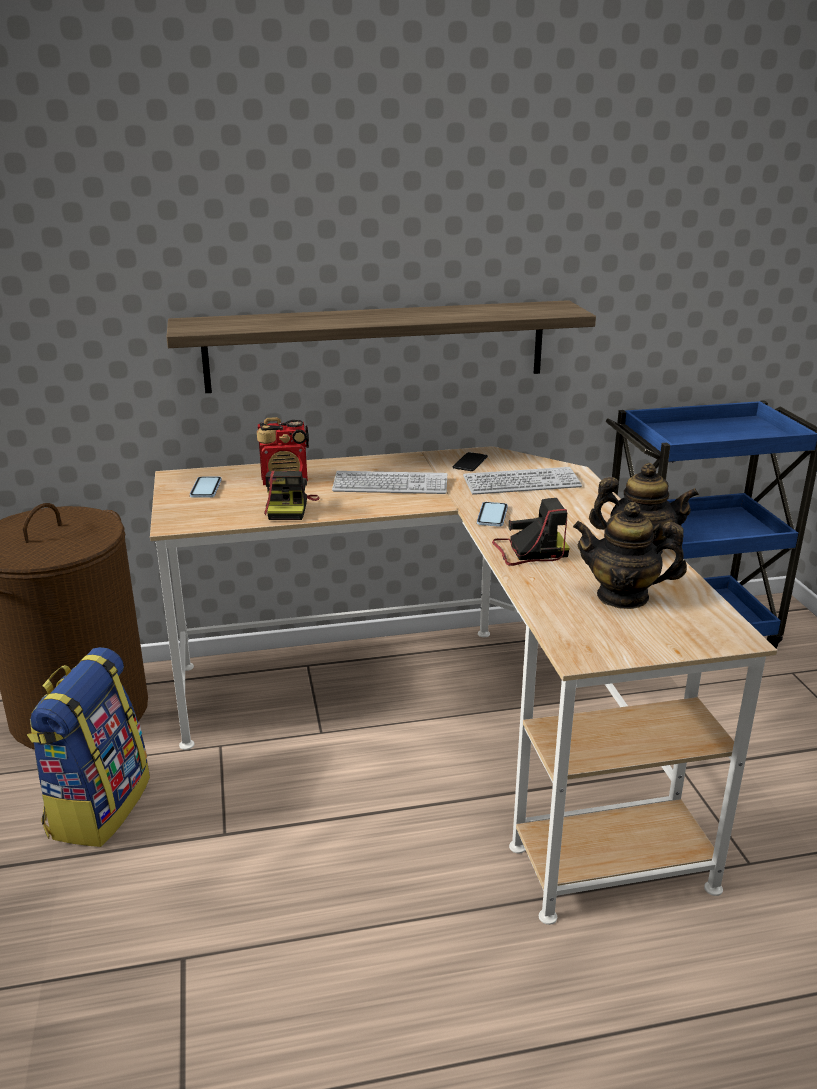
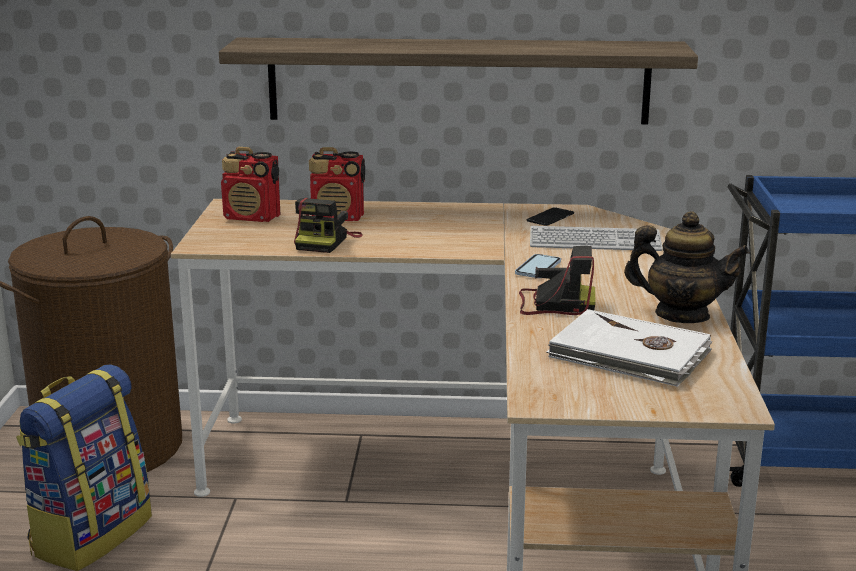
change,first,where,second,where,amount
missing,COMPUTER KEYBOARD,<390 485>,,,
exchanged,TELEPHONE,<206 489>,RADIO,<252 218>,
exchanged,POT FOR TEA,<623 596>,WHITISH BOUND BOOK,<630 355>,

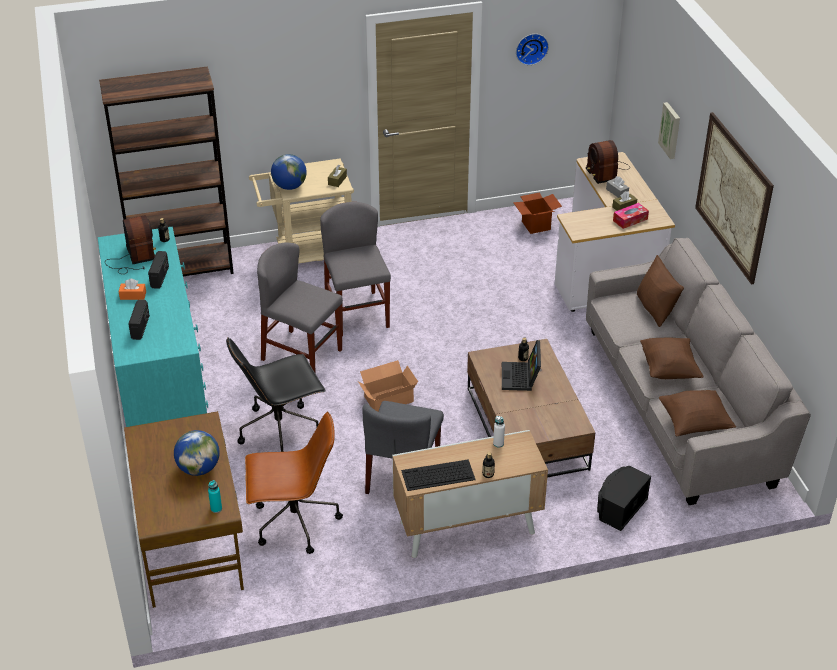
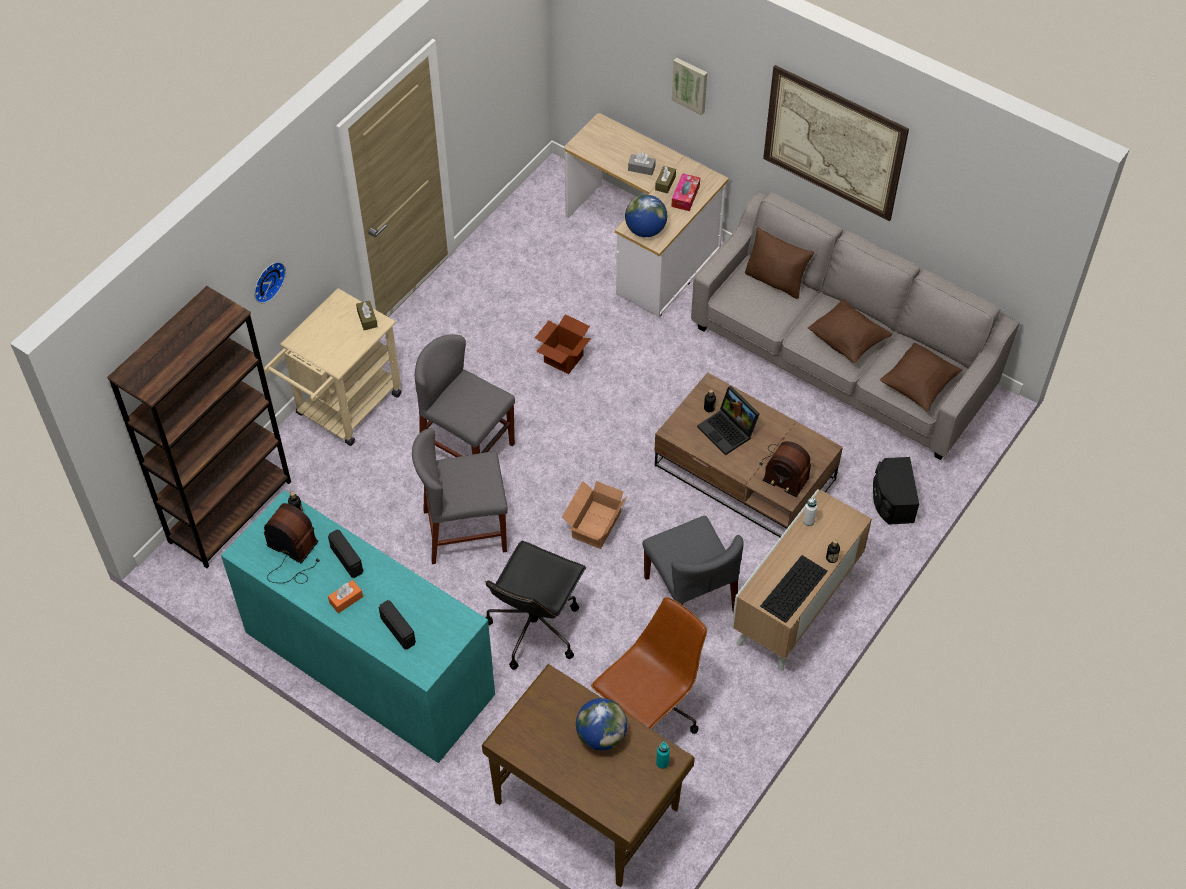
change,first,where,second,where,amount
relocated,WORLD GLOBE,<289 186>,,<645 230>,
relocated,PACKING BOX,<536 225>,,<564 358>,
relocated,HANGING CLOCK,<531 48>,,<267 280>,
relocated,RADIO,<605 171>,,<784 470>,

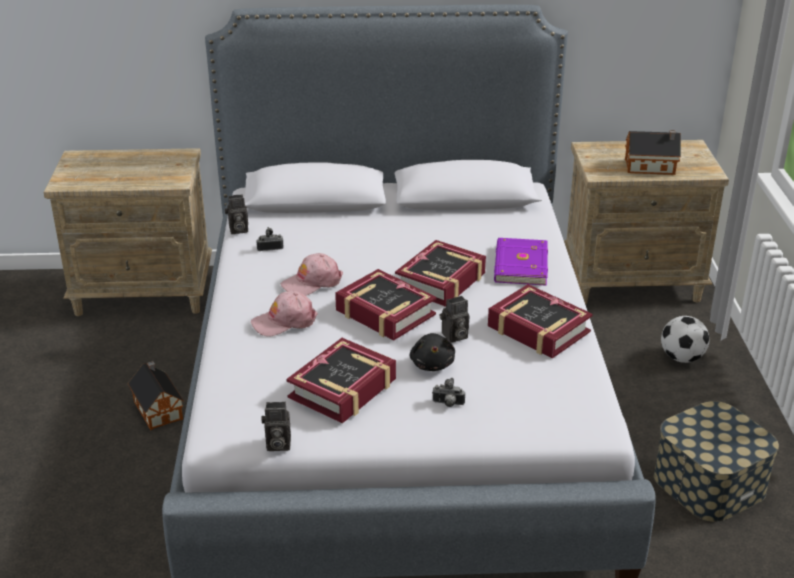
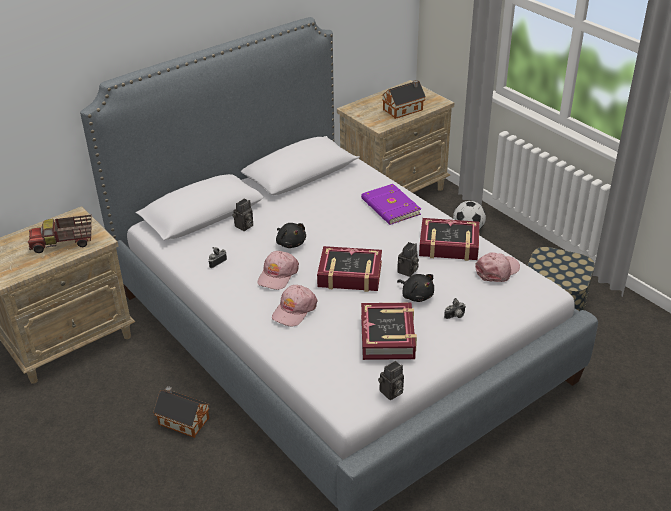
change,first,where,second,where,amount
missing,BOUND BOOK,<441 281>,,,
appeared,,,TOY TRUCK,<63 243>,
appeared,,,BLACK-COLOURED SOFT TOY,<290 243>,
appeared,,,PINK-COLOURED BASEBALL CAP,<497 270>,
relocated,STILL CAMERA,<237 230>,,<244 226>,

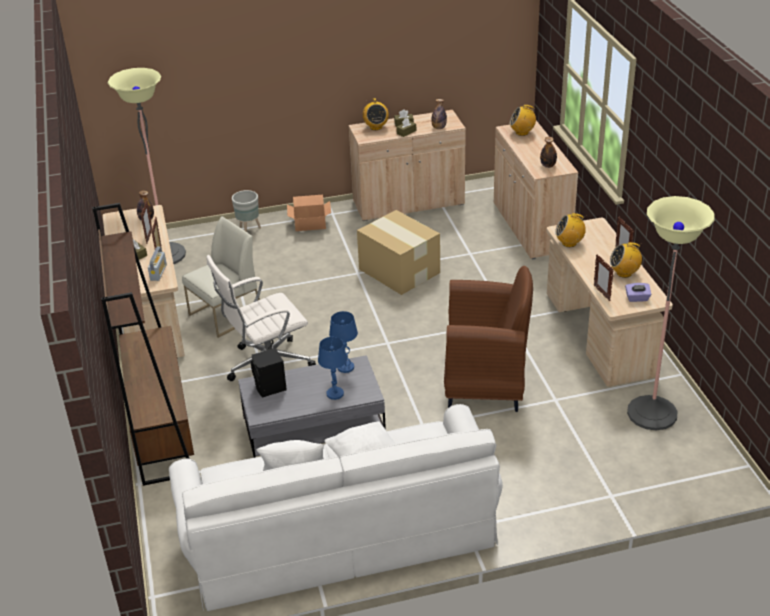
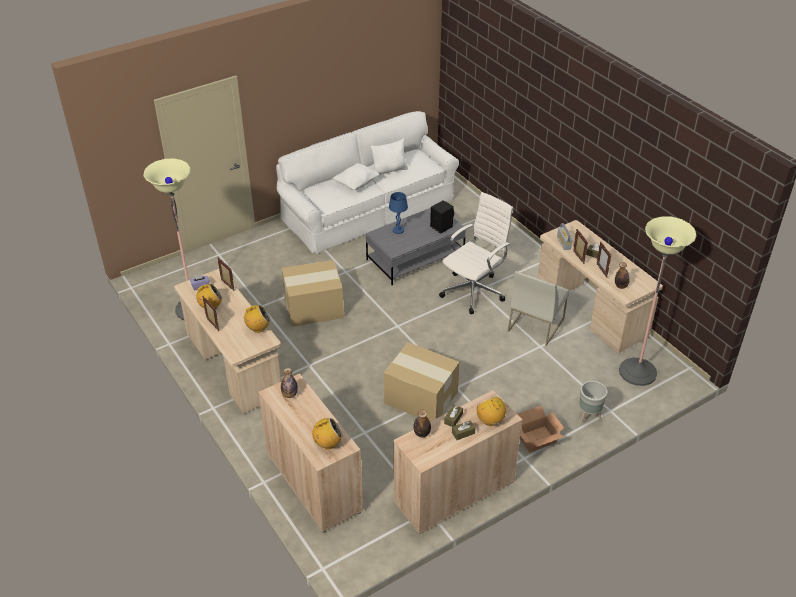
change,first,where,second,where,amount
missing,BROWN SHELVING UNIT,<161 427>,,,
missing,BLUE LAMP FOR A TABLE,<345 367>,,,
exchanged,BROWN LOUNGE CHAIR,<485 385>,PACKING BOX,<313 307>,

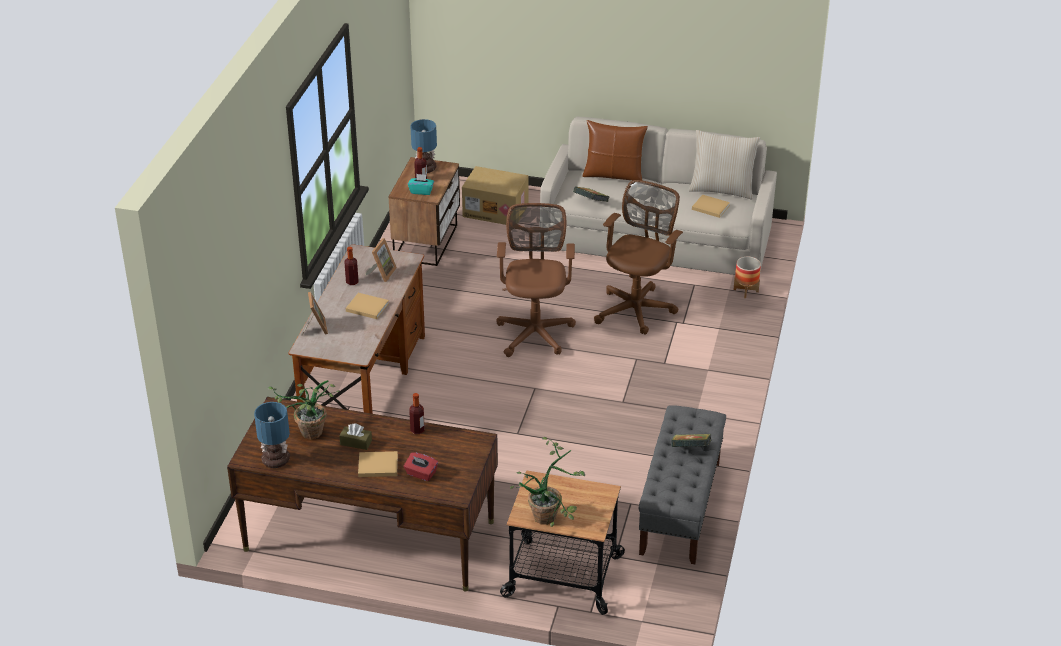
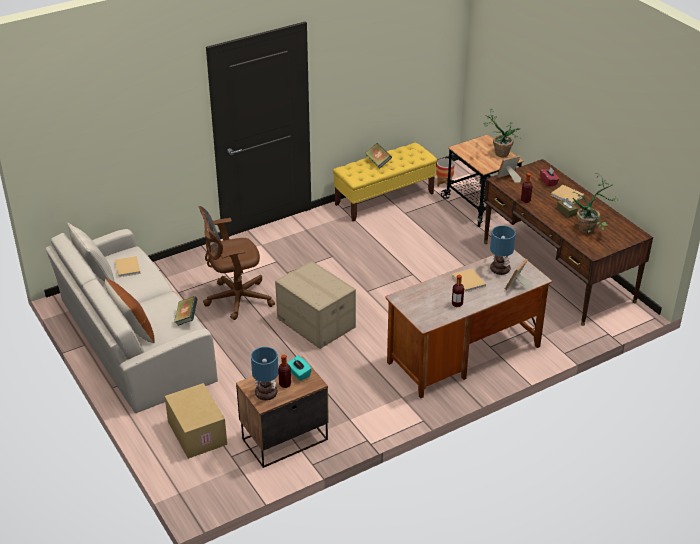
change,first,where,second,where,amount
relocated,LAMP FOR A TABLE,<277 460>,,<499 269>,
relocated,PICTURE FRAME,<382 273>,,<508 178>,
relocated,PLANT POT,<745 291>,,<444 183>,
exchanged,BROWN COMPUTER CHAIR,<535 331>,PACKING BOX,<315 323>,
colour,GREYISH LONG SEAT,<680 508>,YELLOWISH LONG SEAT,<384 199>,

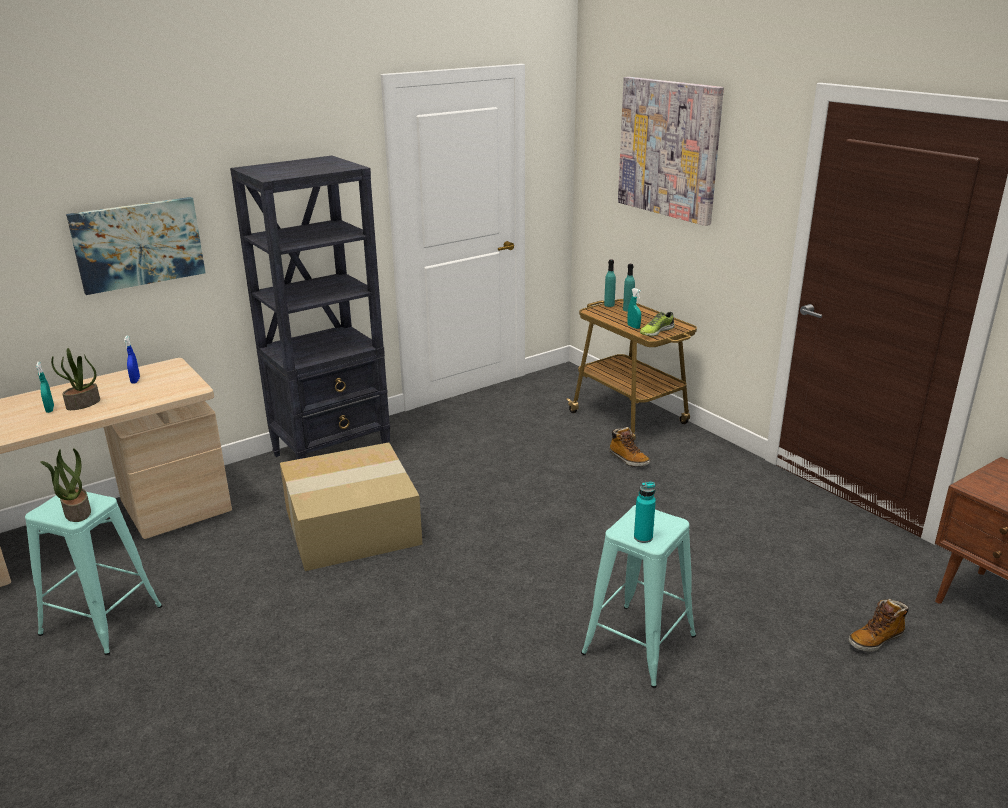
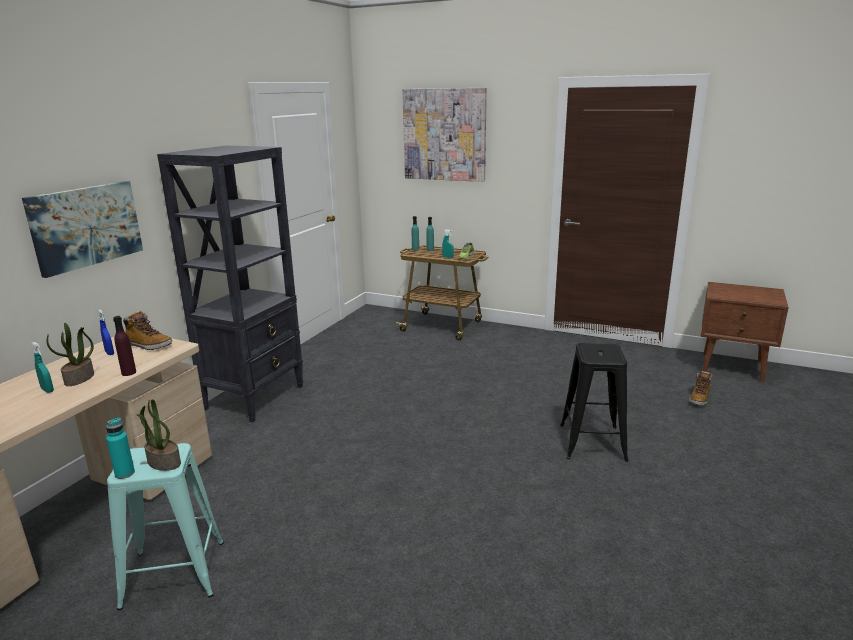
change,first,where,second,where,amount
missing,PACKING BOX,<353 525>,,,
appeared,,,PURPLE BEVERAGE BOTTLE,<129 373>,
relocated,HIGH-TOP BOOT,<628 459>,,<148 345>,
relocated,BLUE-GREEN BEVERAGE BOTTLE,<643 537>,,<125 473>,
colour,BLUE-GREEN STOOL,<639 644>,BLACK-COLOURED STOOL,<592 442>,

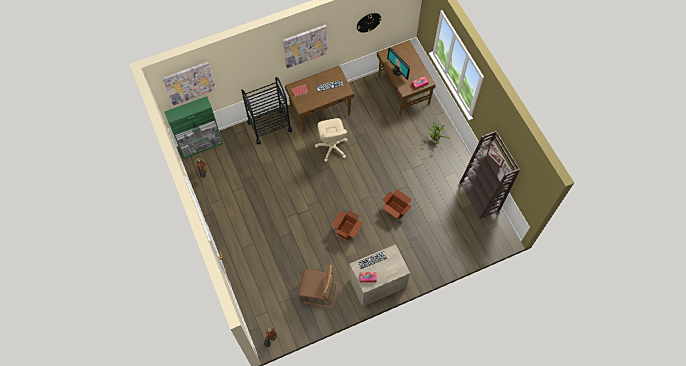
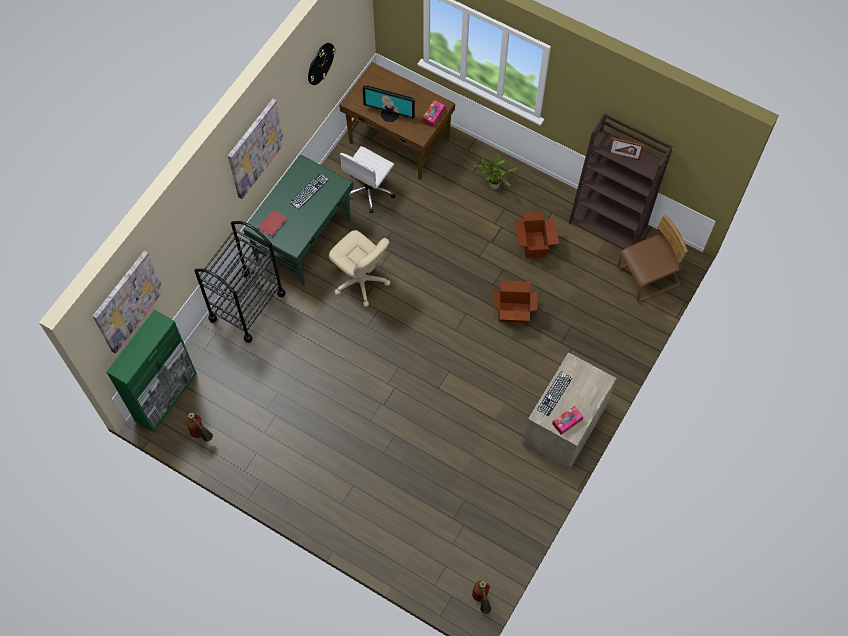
change,first,where,second,where,amount
appeared,,,WHITISH COMPUTER CHAIR,<369 191>,
relocated,BROWN CHAIR,<319 293>,,<648 277>,
relocated,PACKING BOX,<347 230>,,<534 245>,
colour,BROWN DESK UNIT,<320 111>,GREEN-COLOURED DESK UNIT,<304 239>,

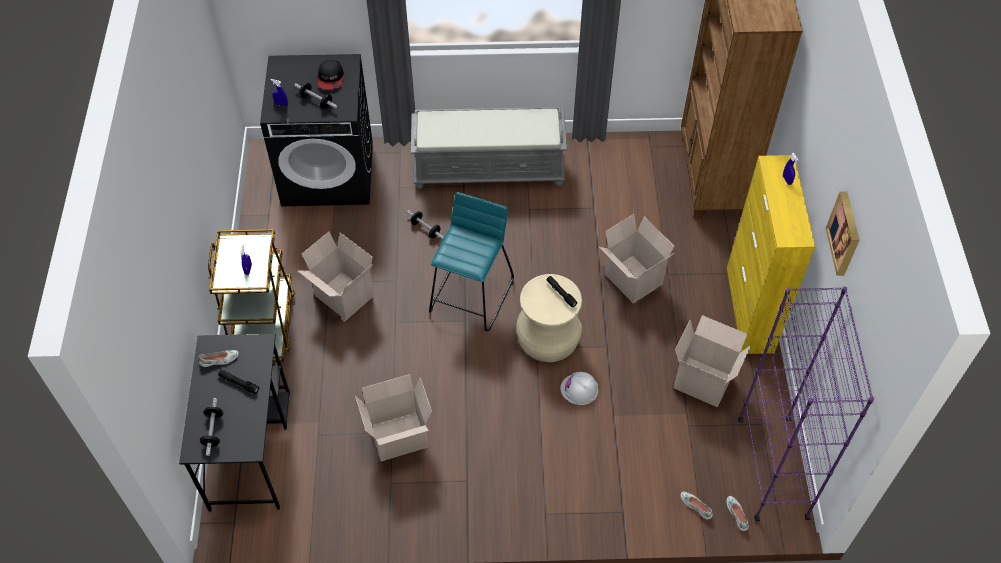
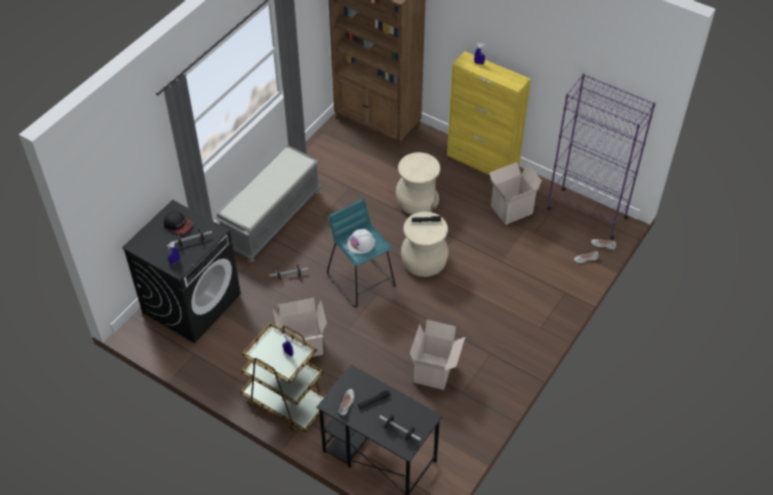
change,first,where,second,where,amount
missing,WALL PICTURE,<845 233>,,,
relocated,WHITISH HARD HAT,<579 389>,,<361 243>,
exchanged,PACKING BOX,<631 279>,BEIGE-COLOURED STOOL,<417 200>,

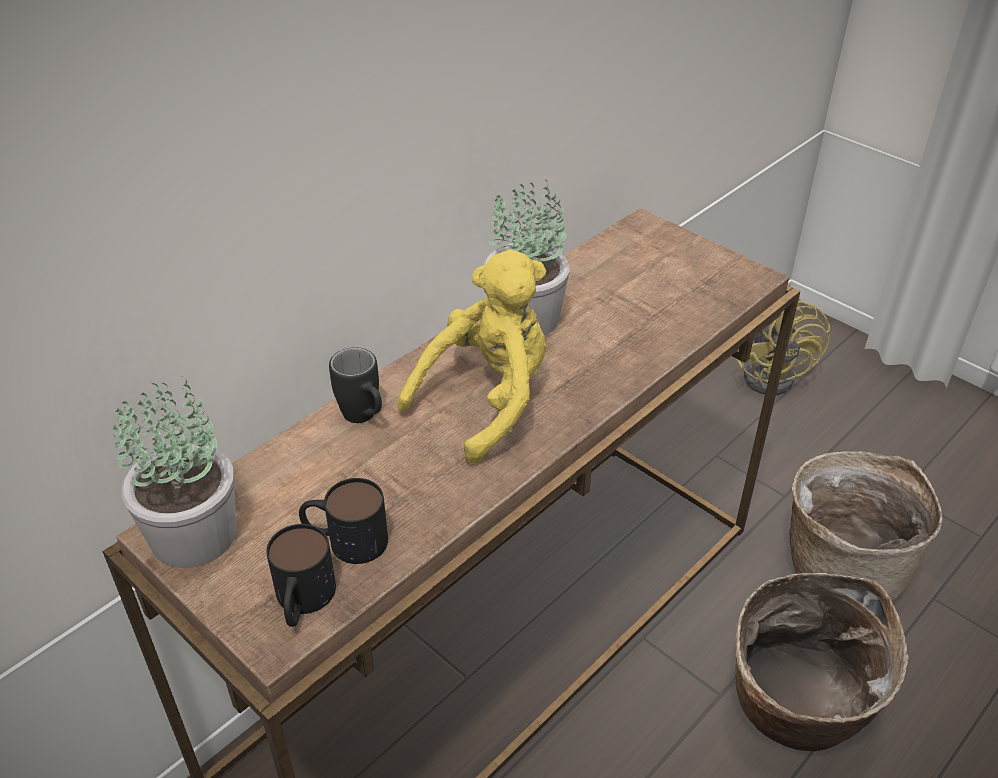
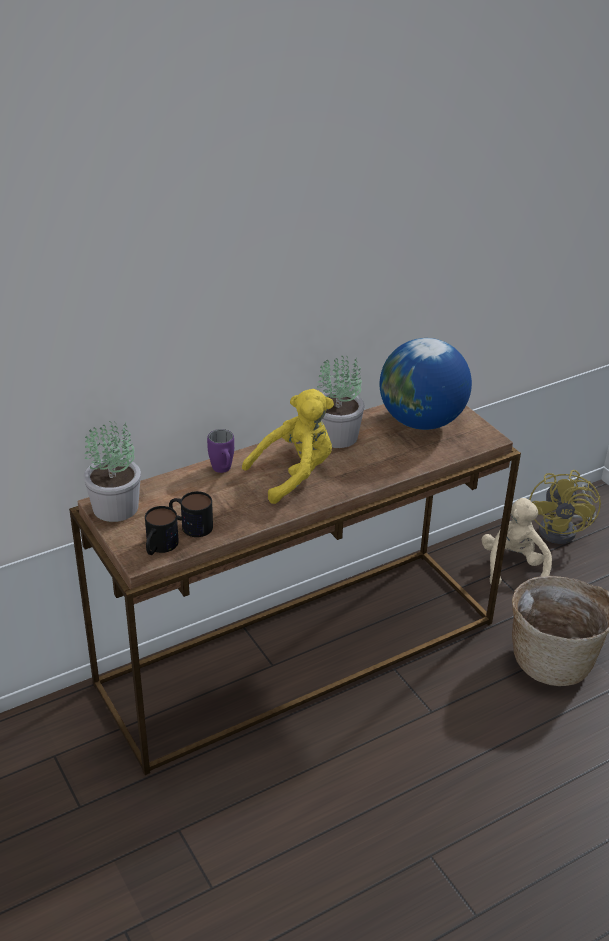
change,first,where,second,where,amount
missing,STORAGE BASKET,<796 710>,,,
appeared,,,WORLD GLOBE,<421 421>,
appeared,,,BEIGE-COLOURED SOFT TOY,<513 567>,
colour,BLACK-COLOURED MUG,<364 418>,PURPLE MUG,<223 471>,

